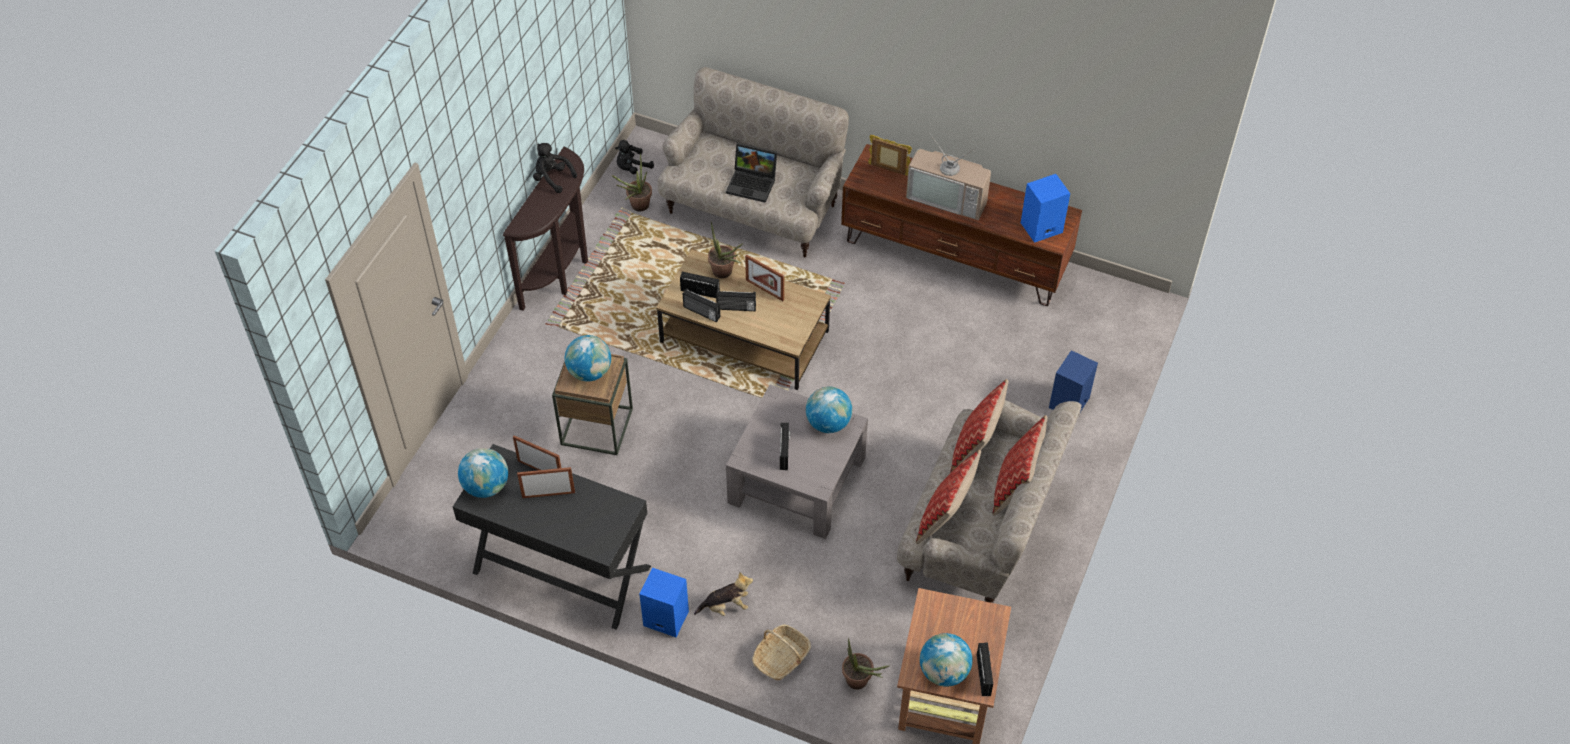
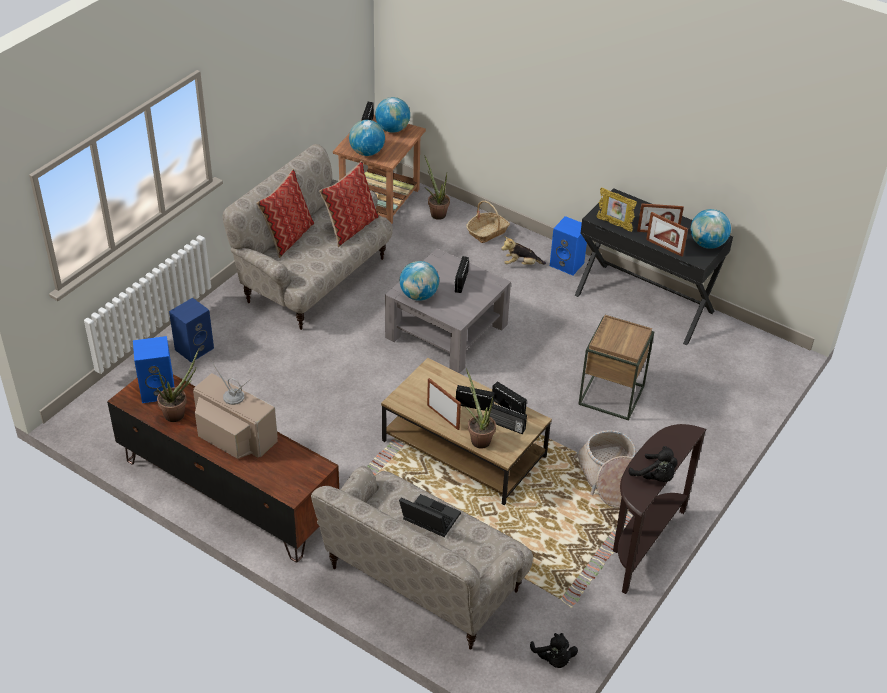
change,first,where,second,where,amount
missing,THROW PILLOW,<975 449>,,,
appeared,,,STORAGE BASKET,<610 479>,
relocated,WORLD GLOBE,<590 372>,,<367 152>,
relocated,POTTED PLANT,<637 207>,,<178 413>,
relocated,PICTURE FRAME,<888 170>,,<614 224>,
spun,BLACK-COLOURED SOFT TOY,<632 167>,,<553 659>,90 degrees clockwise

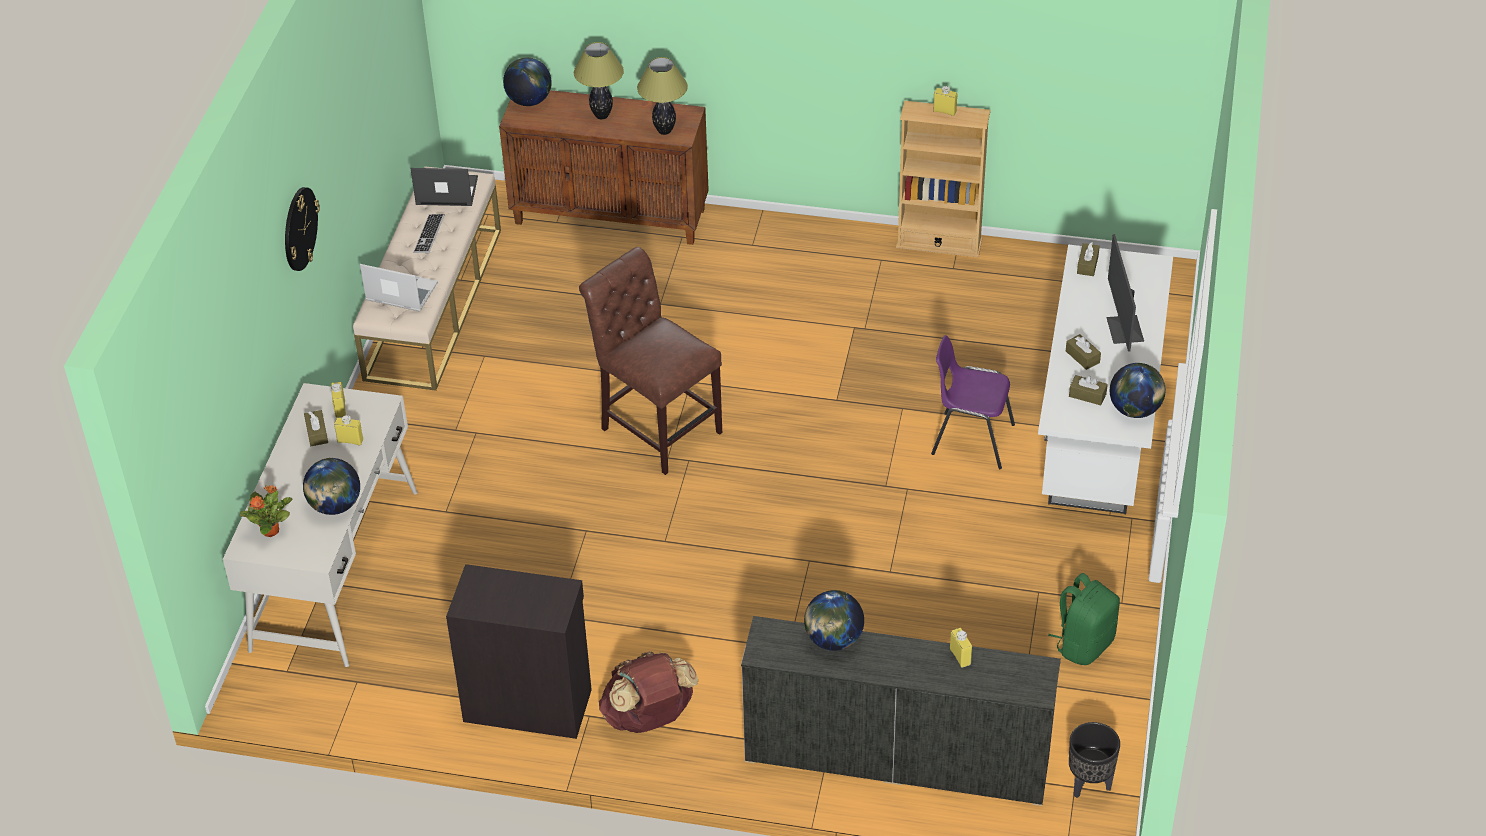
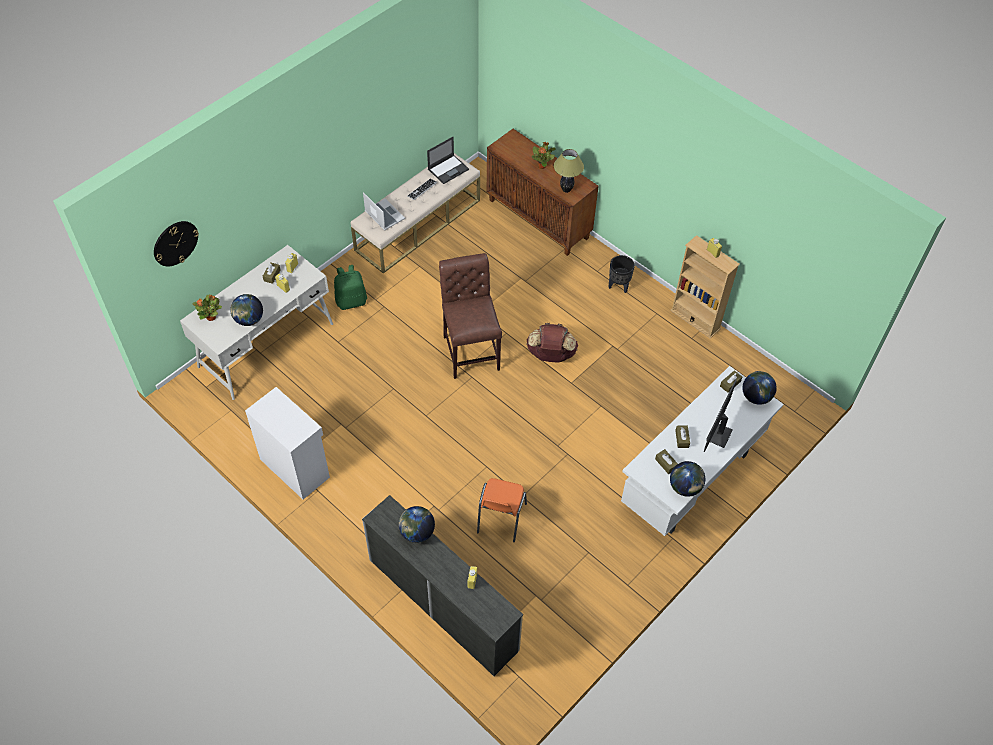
change,first,where,second,where,amount
missing,PURPLE CHAIR,<970 439>,,,
appeared,,,ORANGE CHAIR,<500 519>,
relocated,HANGING CLOCK,<299 228>,,<175 243>,
relocated,WORLD GLOBE,<529 101>,,<756 397>,
relocated,BROWN BACKPACK,<649 718>,,<550 355>,
relocated,GREEN-COLOURED BACKPACK,<1084 644>,,<351 301>,
relocated,BLACK-COLOURED PLANT POT,<1089 784>,,<619 286>,
exchanged,LAMP FOR A TABLE,<602 115>,POTTED PLANT,<542 165>,
colour,BLACK-COLOURED CUPBOARD,<527 704>,WHITISH CUPBOARD,<295 467>,
spun,PORTABLE COMPUTER,<446 191>,,<448 169>,105 degrees clockwise

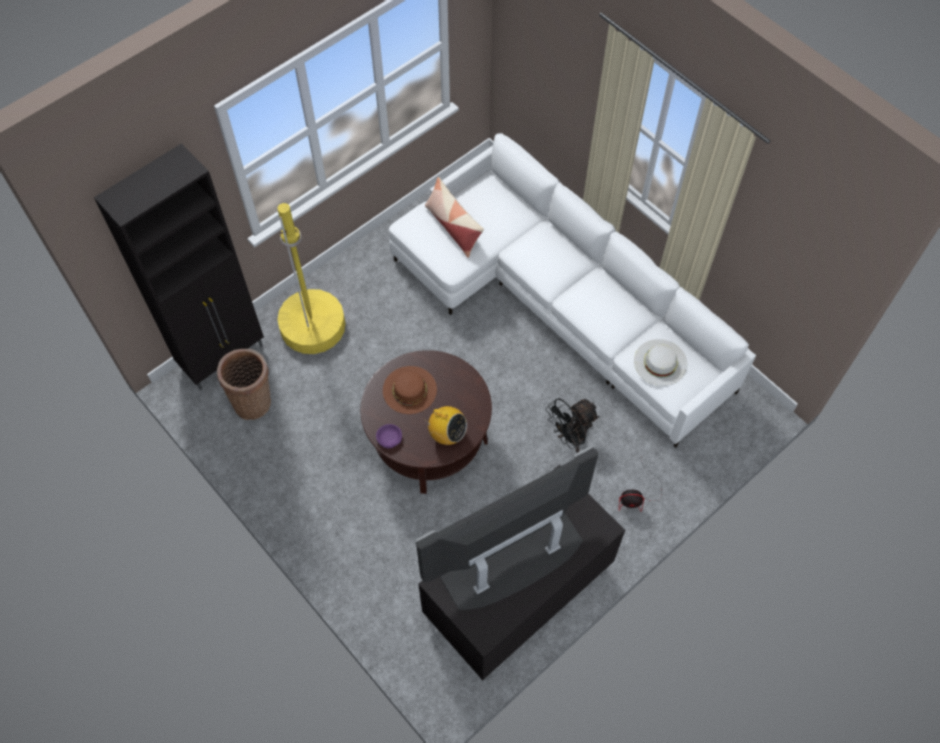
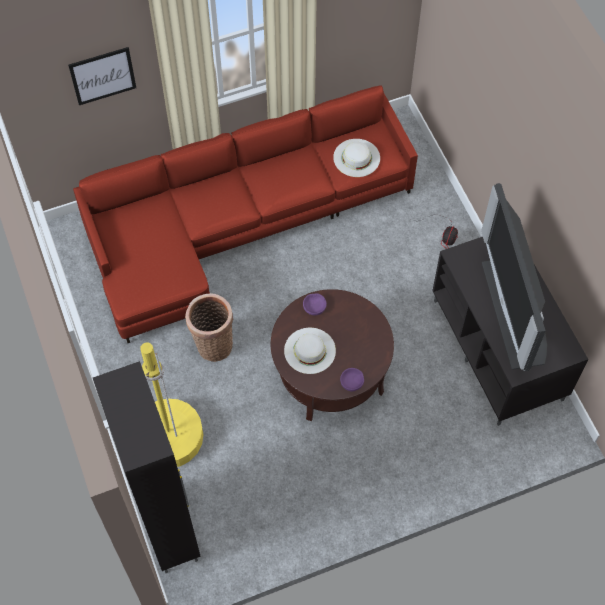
change,first,where,second,where,amount
missing,RADIO,<447 434>,,,
missing,THROW PILLOW,<453 227>,,,
missing,BLACK-COLOURED FAN,<570 437>,,,
appeared,,,WALL PICTURE,<102 76>,
appeared,,,PURPLE BOWL,<314 306>,
relocated,STORAGE BASKET,<254 401>,,<213 343>,
colour,BROWN CLOTHING HAT,<409 390>,WHITISH CLOTHING HAT,<309 350>,
colour,WHITISH SOFA,<558 302>,RED-COLOURED SOFA,<236 225>,

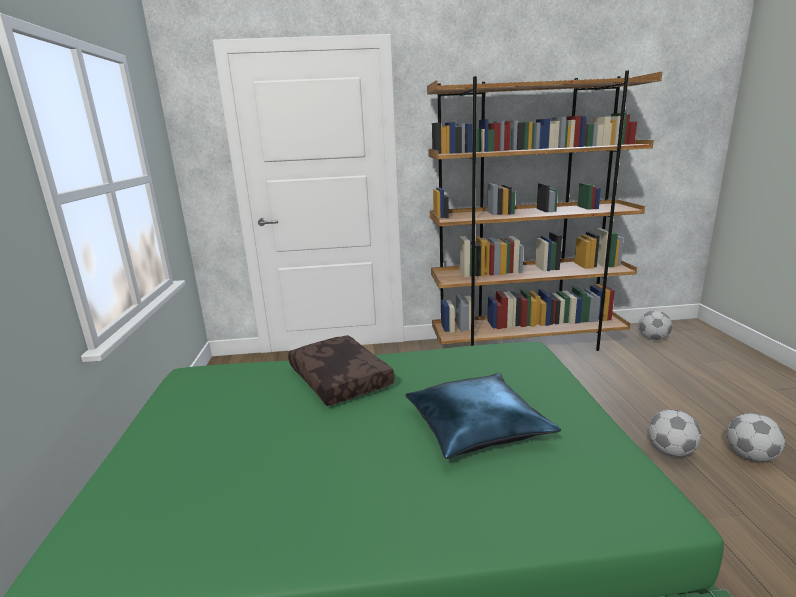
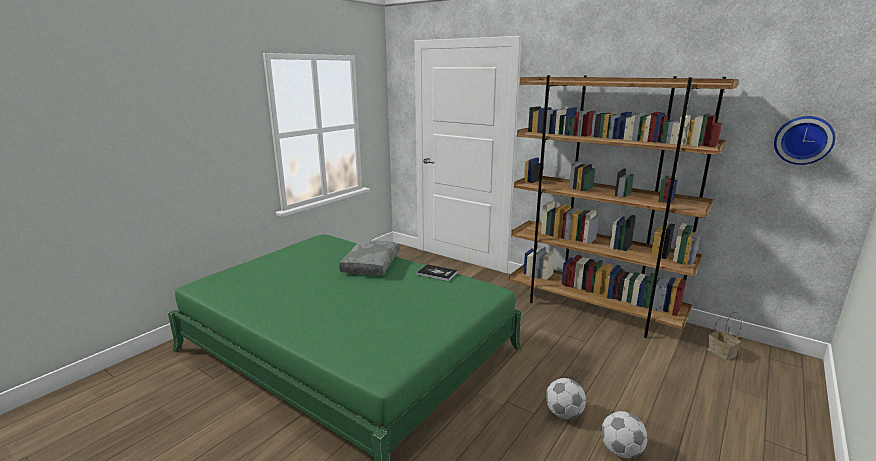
change,first,where,second,where,amount
missing,BLUE THROW PILLOW,<476 425>,,,
appeared,,,BOUND BOOK,<437 273>,
appeared,,,HANGING CLOCK,<803 140>,
exchanged,FOOTBALL BALL,<653 339>,STORAGE BASKET,<722 352>,
colour,BROWN THROW PILLOW,<338 379>,GREYISH THROW PILLOW,<370 264>,

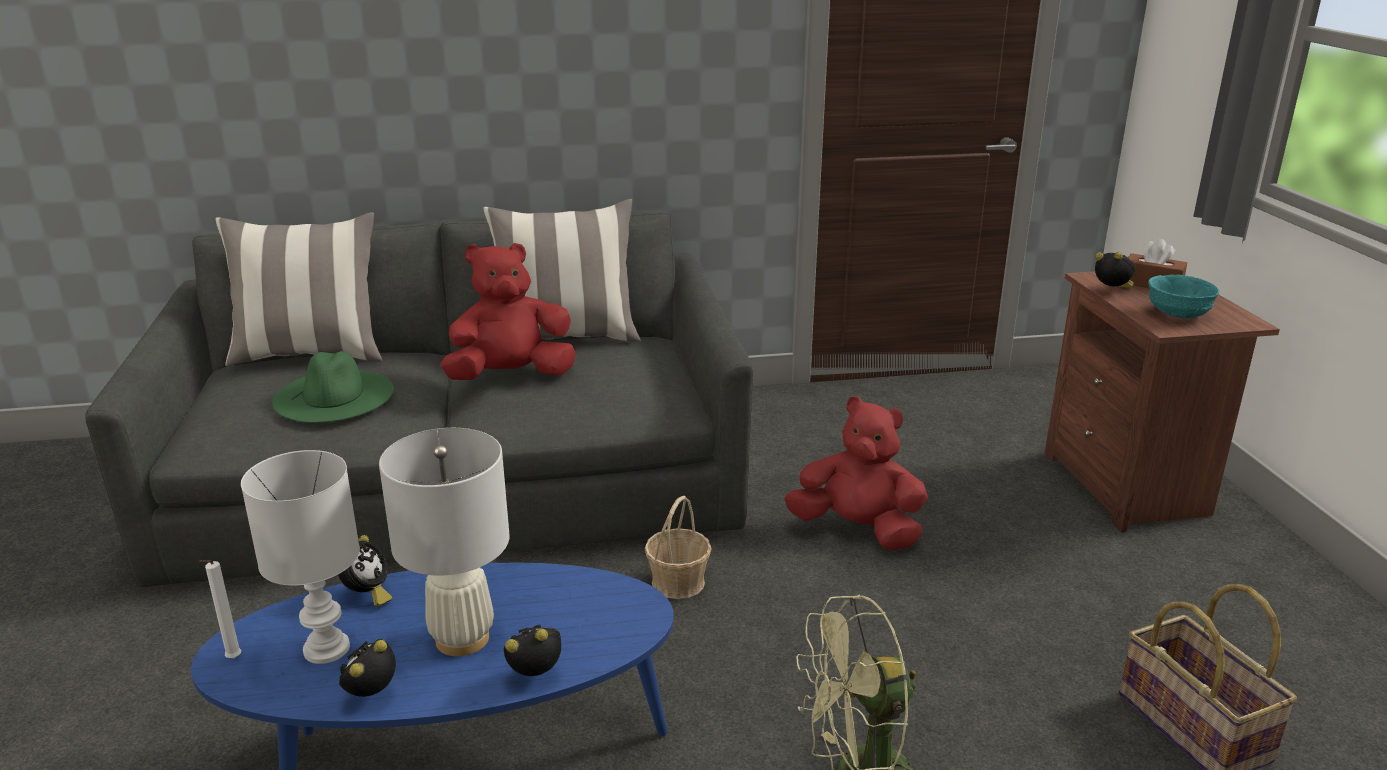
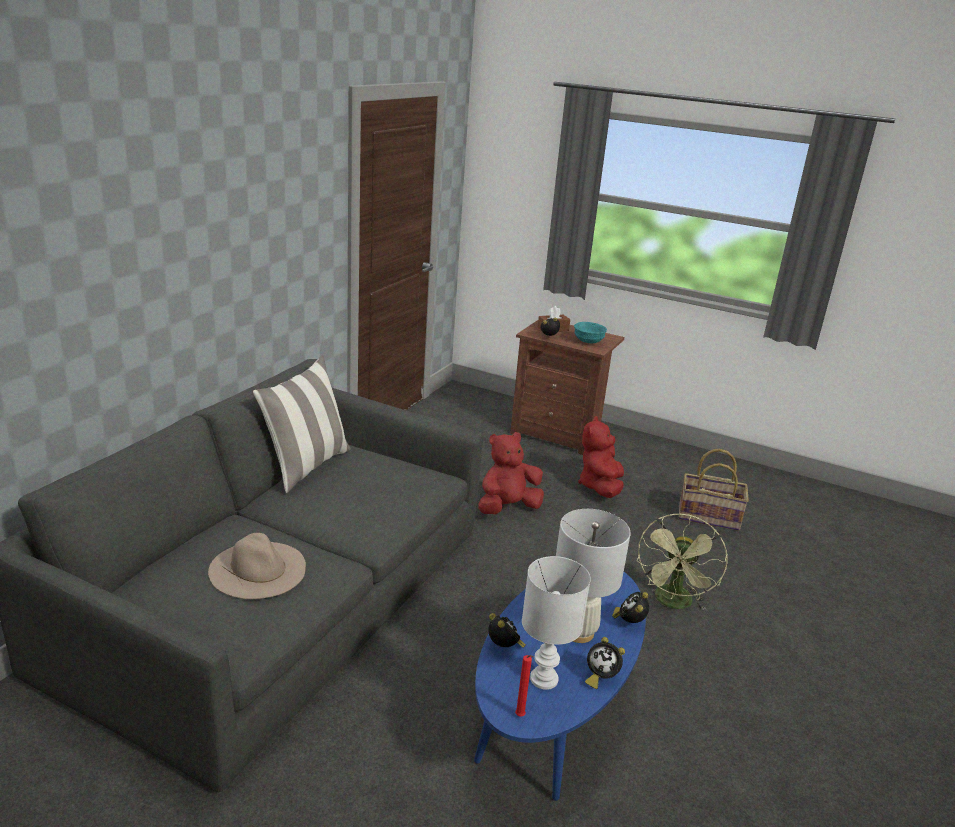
change,first,where,second,where,amount
missing,THROW PILLOW,<310 355>,,,
missing,STORAGE BASKET,<678 582>,,,
relocated,RED-COLOURED SOFT TOY,<511 376>,,<600 487>,
colour,WHITISH WAX CANDLE,<232 659>,RED-COLOURED WAX CANDLE,<520 717>,
colour,GREEN-COLOURED CLOTHING HAT,<334 395>,BEIGE-COLOURED CLOTHING HAT,<258 569>,
spun,ALARM CLOCK,<372 694>,,<600 677>,45 degrees counterclockwise

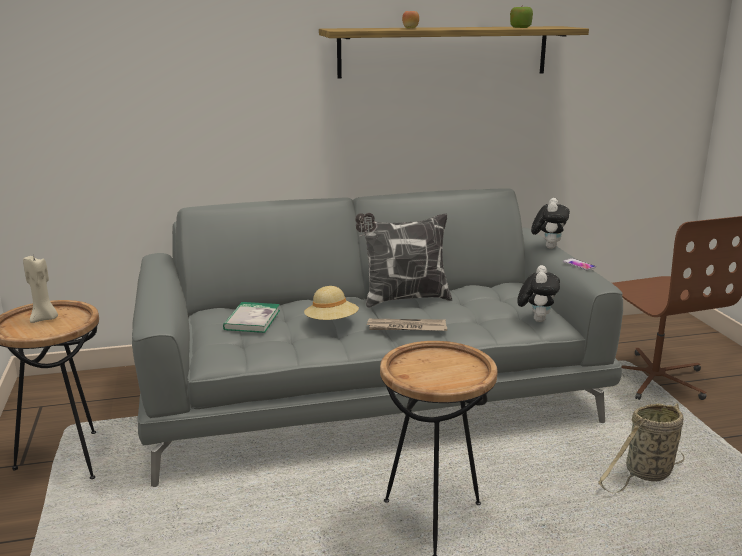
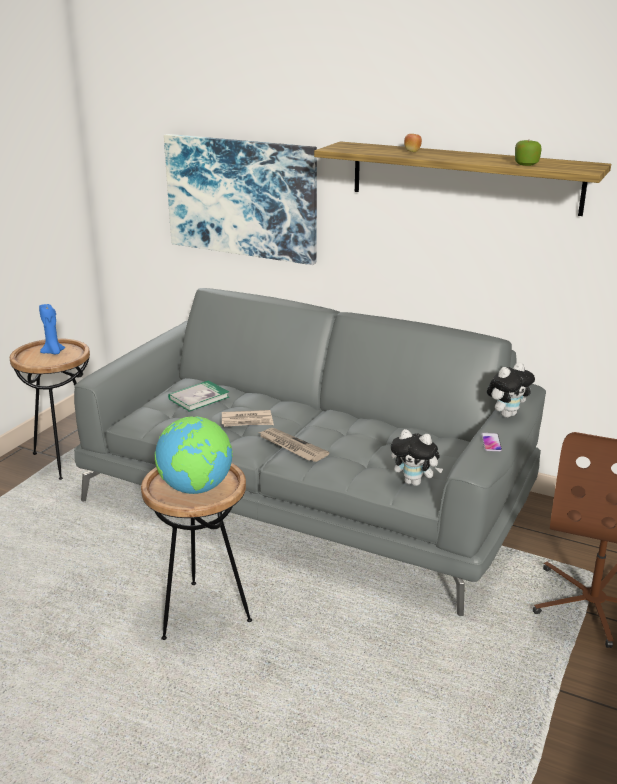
change,first,where,second,where,amount
missing,THROW PILLOW,<403 299>,,,
missing,STORAGE BASKET,<646 474>,,,
appeared,,,WORLD GLOBE,<196 488>,
appeared,,,WALL PICTURE,<241 197>,
exchanged,BEIGE-COLOURED CLOTHING HAT,<331 322>,DAILY PAPER,<247 421>,
colour,BEIGE-COLOURED WAX CANDLE,<45 319>,BLUE WAX CANDLE,<53 352>,
spun,SOFT TOY,<536 319>,,<414 482>,60 degrees clockwise

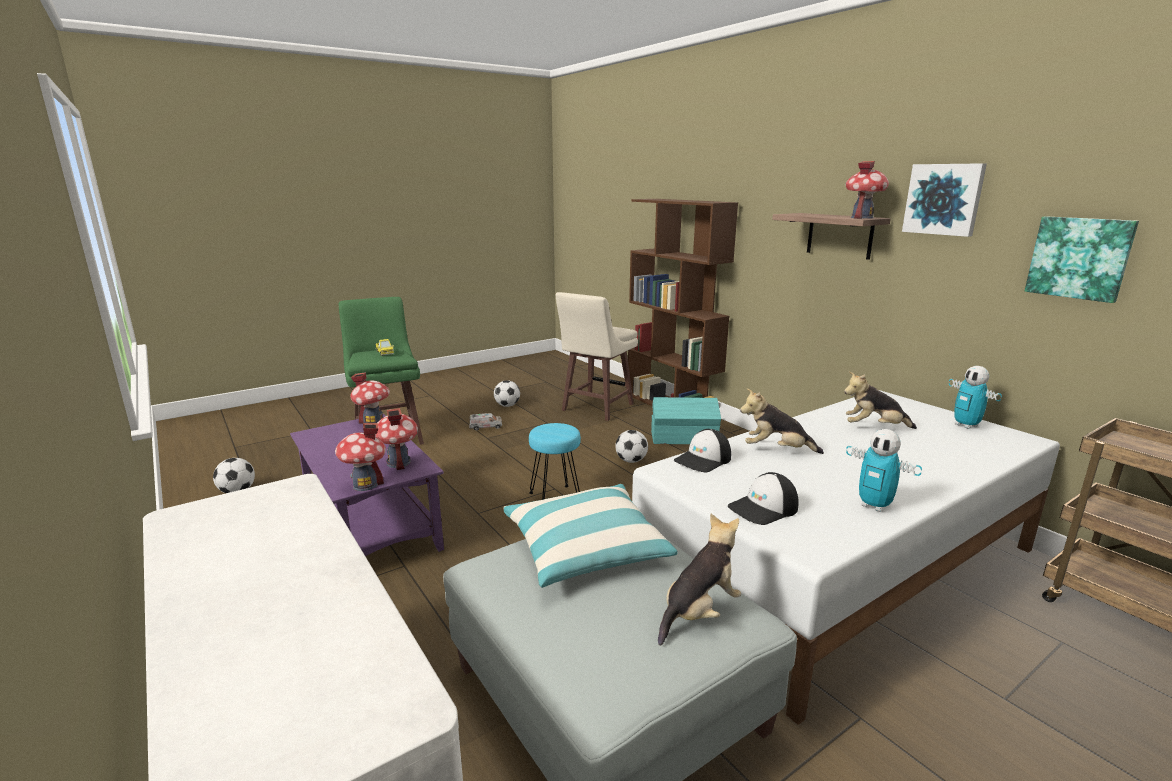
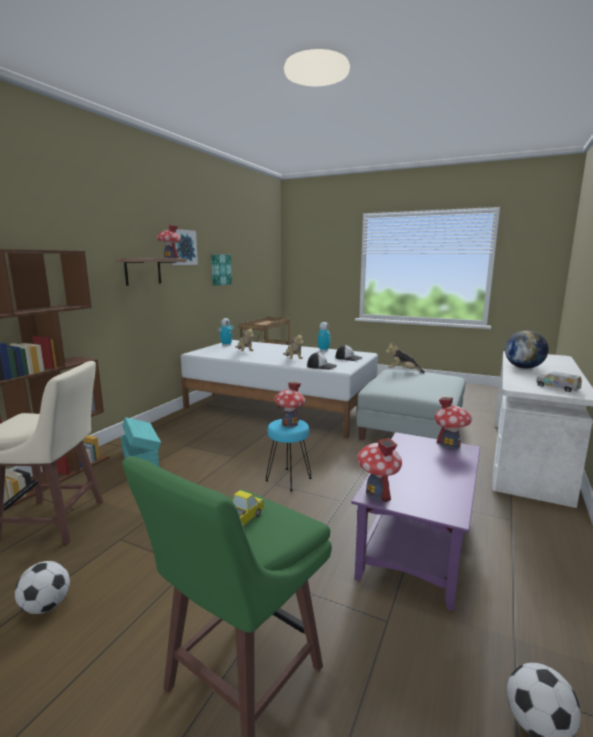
change,first,where,second,where,amount
missing,THROW PILLOW,<586 548>,,,
missing,FOOTBALL BALL,<631 461>,,,
appeared,,,WORLD GLOBE,<523 368>,
relocated,MODEL HOUSE,<398 462>,,<290 424>,
relocated,TOY TRUCK,<485 427>,,<557 387>,

